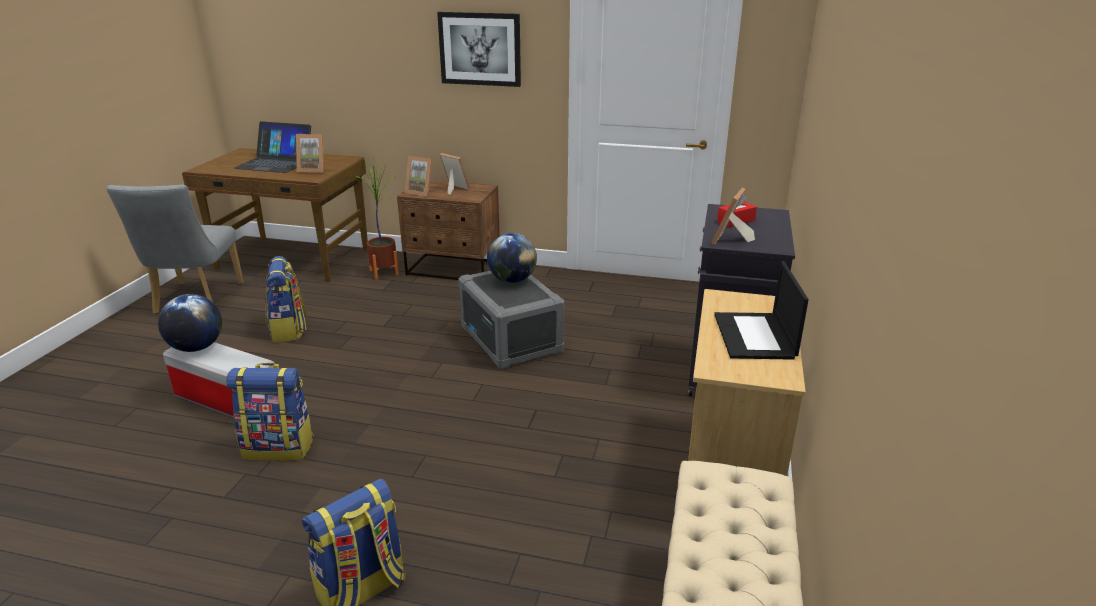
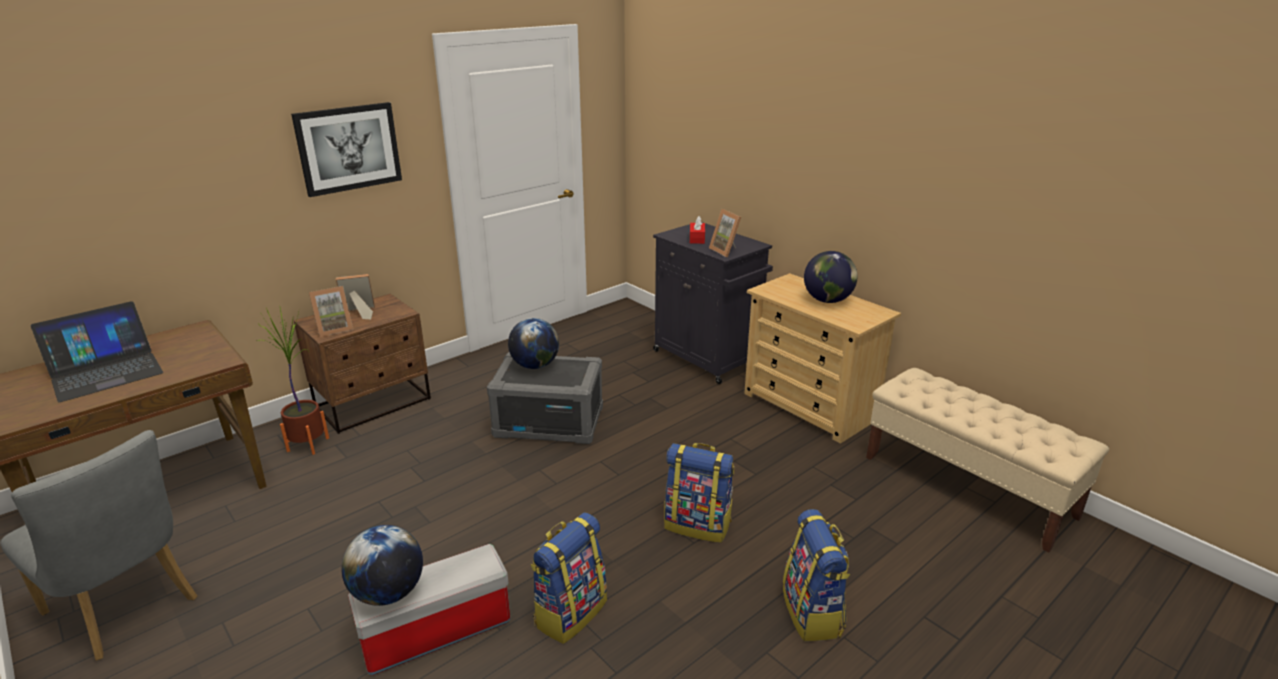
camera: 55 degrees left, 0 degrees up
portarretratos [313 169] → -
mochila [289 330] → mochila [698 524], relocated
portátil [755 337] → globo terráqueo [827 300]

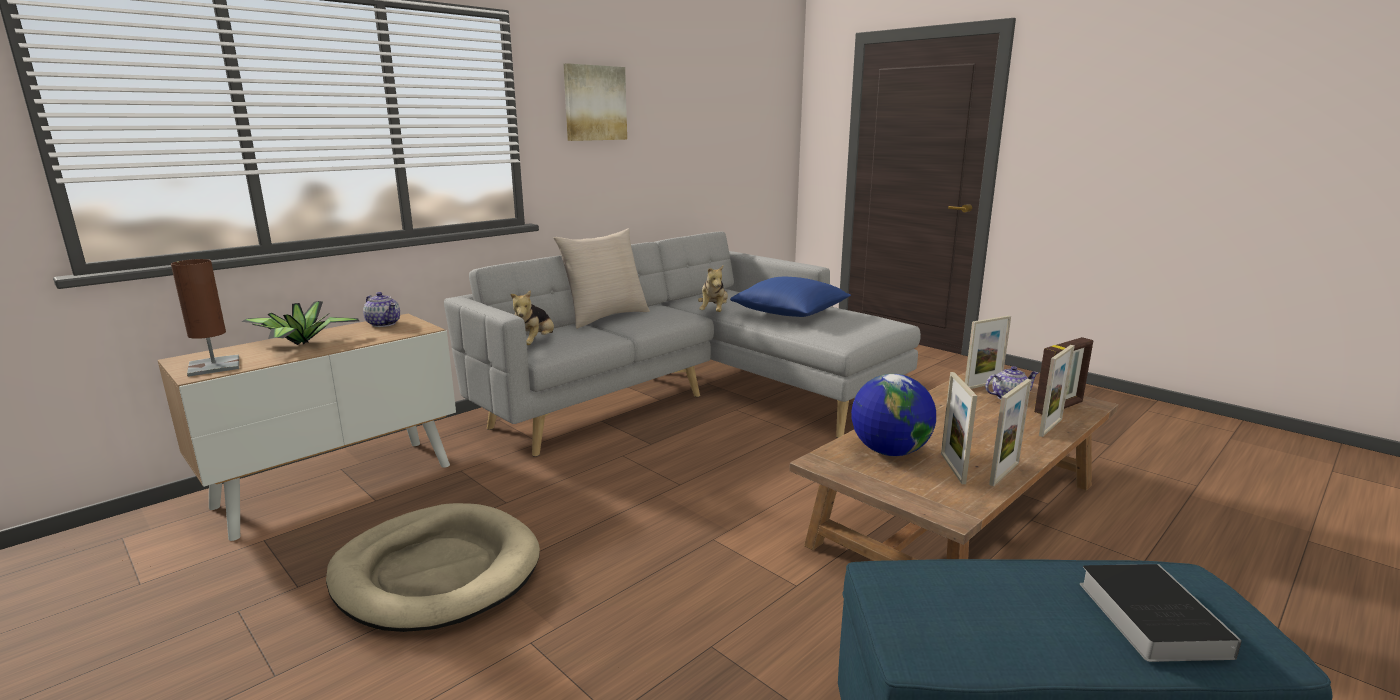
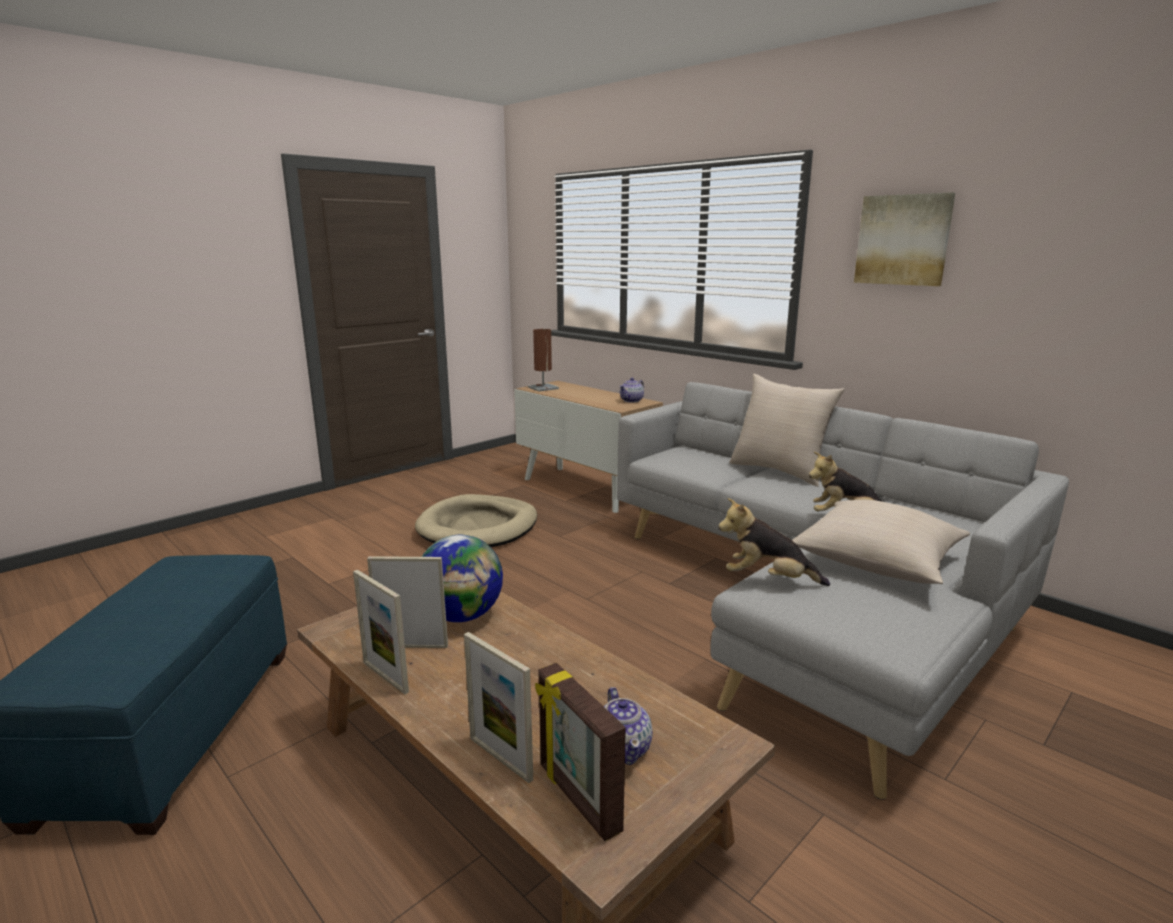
camera: 90 degrees right, 0 degrees up
cojín [azul] [790 313] → cojín [beis] [877 561]
peluche [534 344] → peluche [768 579], relocated
planta en maceta [301 343] → -
portarretratos [983 385] → -
libro [1147 615] → -

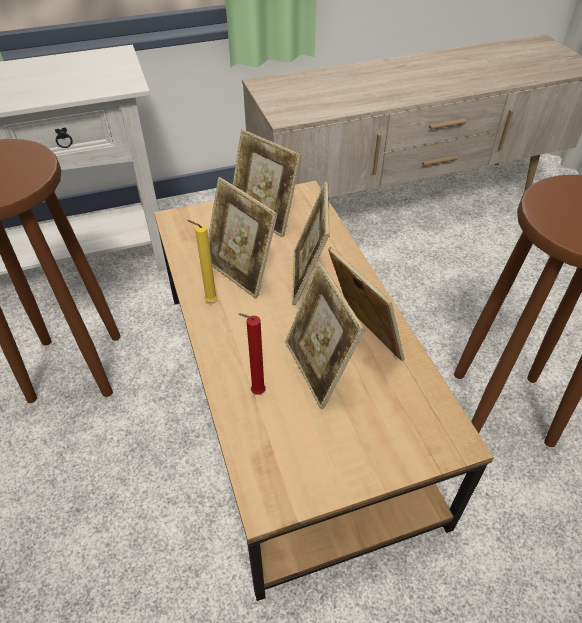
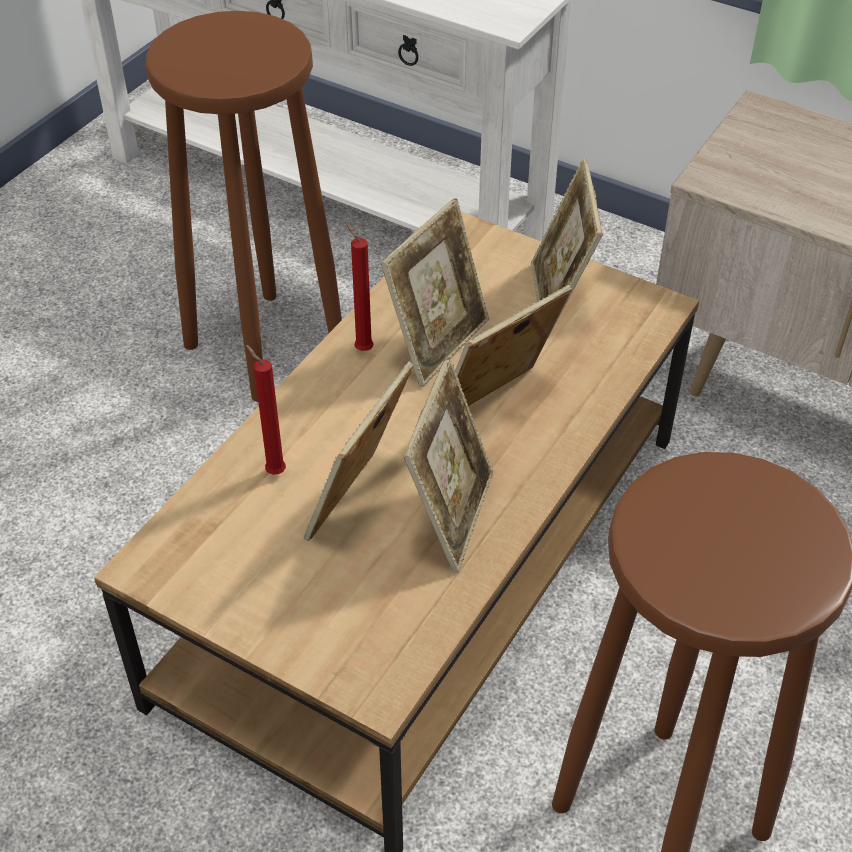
camera: 50 degrees right, 0 degrees up
portarretratos [241 272] → portarretratos [437 343], 150 degrees counterclockwise
vela [amarillo] [209 301] → vela [rojo] [362 348]

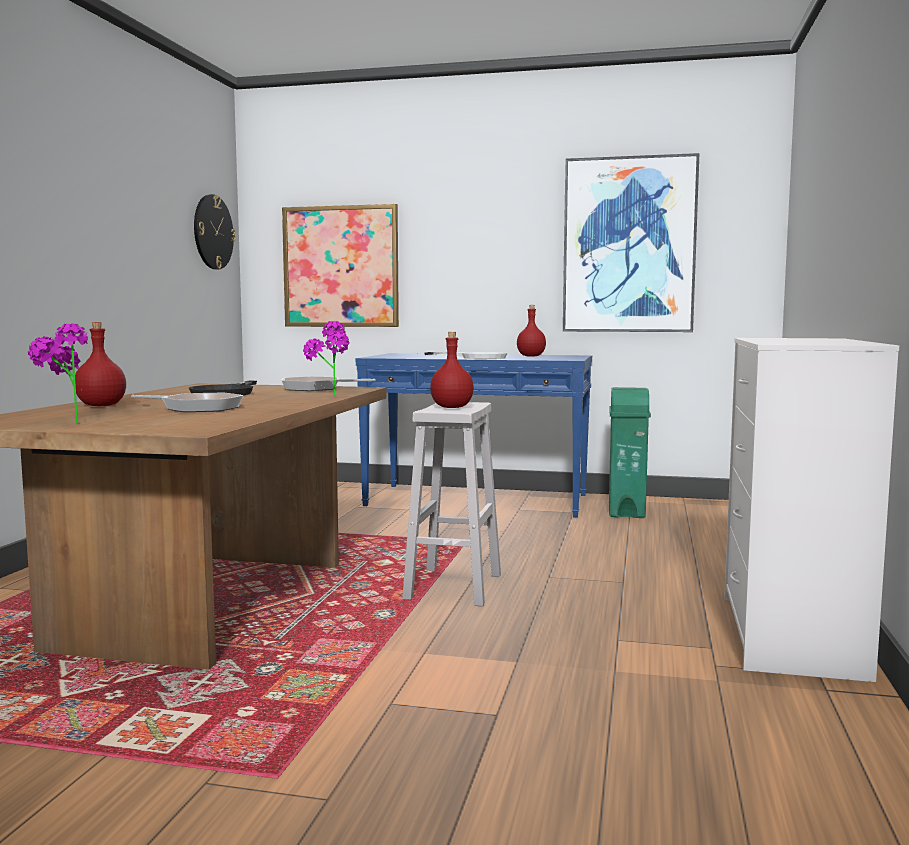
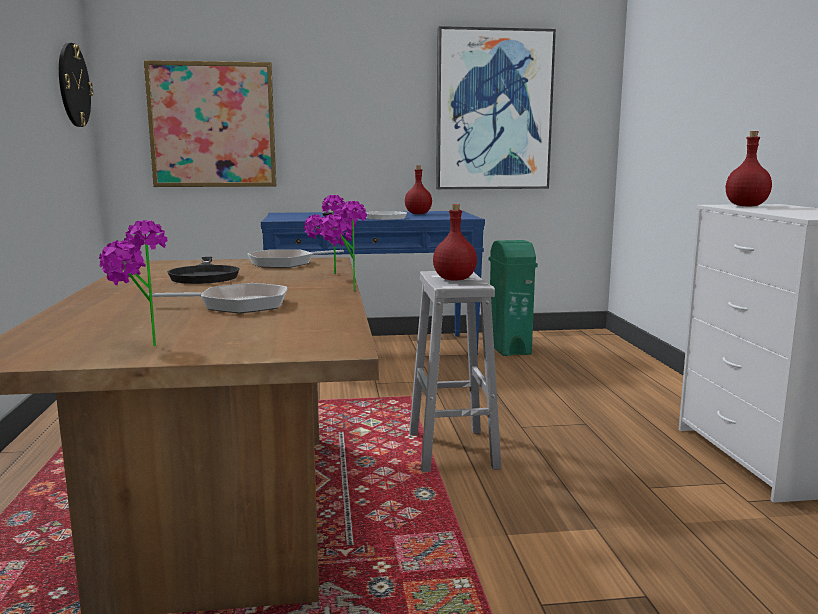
camera: 20 degrees left, 5 degrees up
botella [rojo] [100 406] → botella [rojo] [746 206], relocated
- → planta en maceta [342 291]

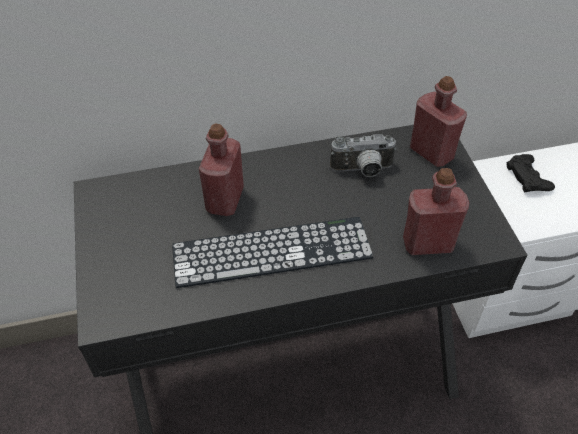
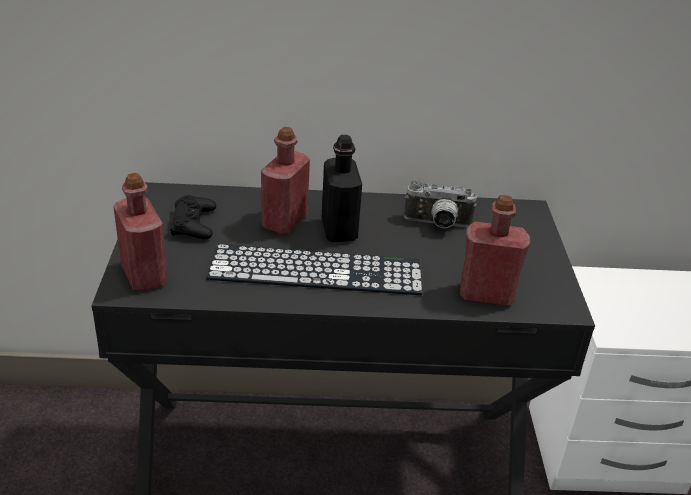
camera: 10 degrees right, 15 degrees down
botella [rojo] [431 153] → botella [rojo] [144 275], relocated
mando de consola [negro] [528 177] → mando de consola [negro] [194 223], relocated
- → botella [negro] [339 230]

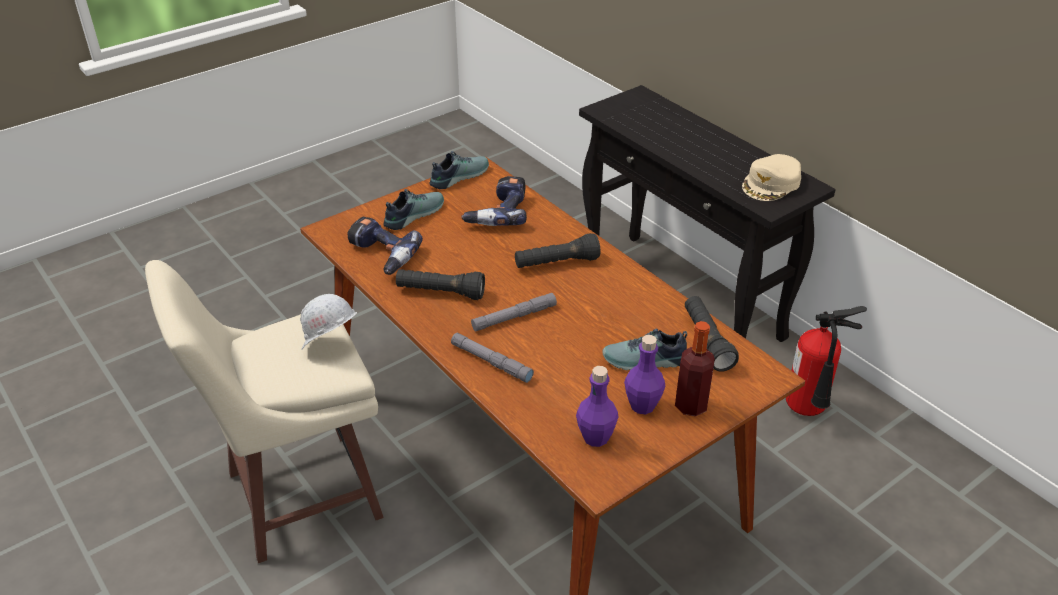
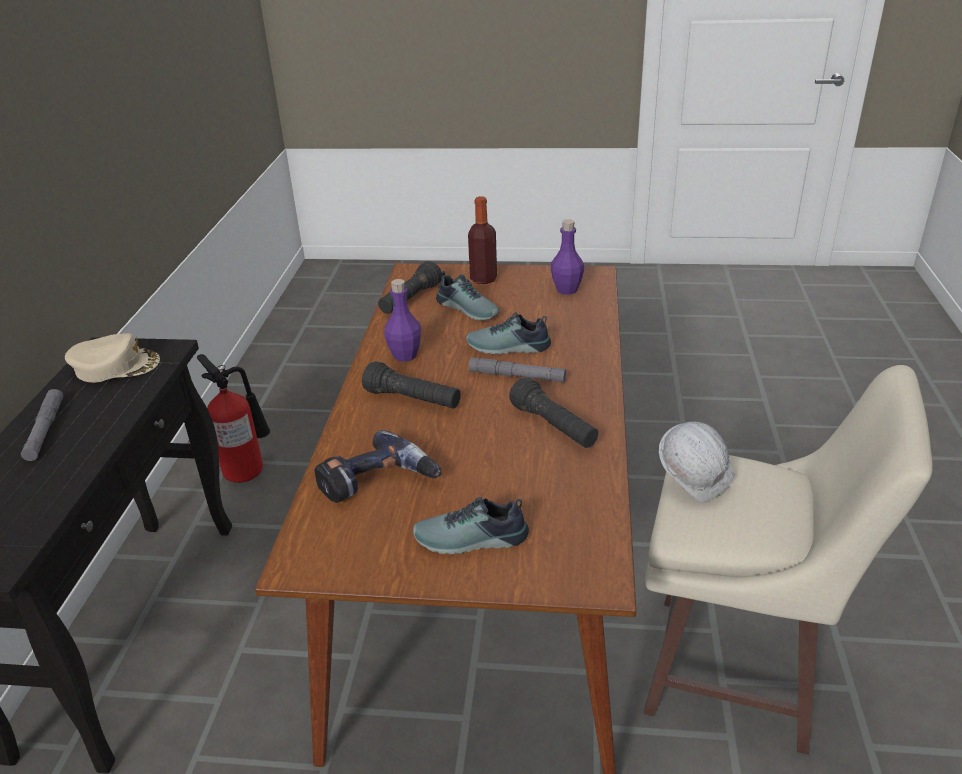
camera: 135 degrees left, 5 degrees down
zapato [458 176] → zapato [508 348], relocated
taladro [380 256] → -
linterna [gris] [491 362] → linterna [gris] [45 430], relocated
botella [morado] [642 405] → botella [morado] [405 355], relocated

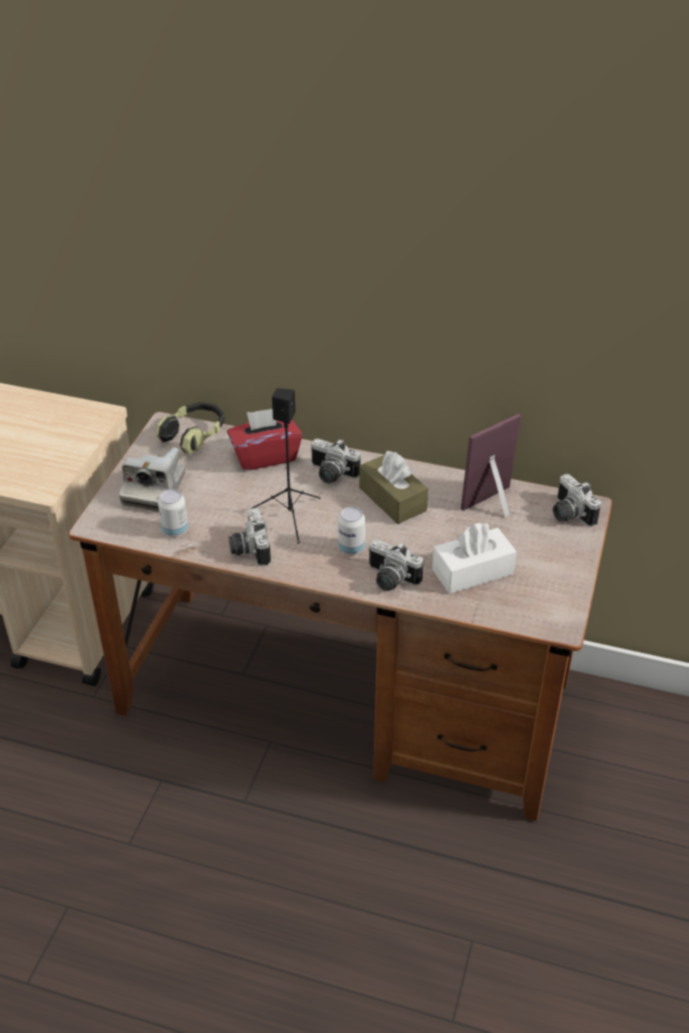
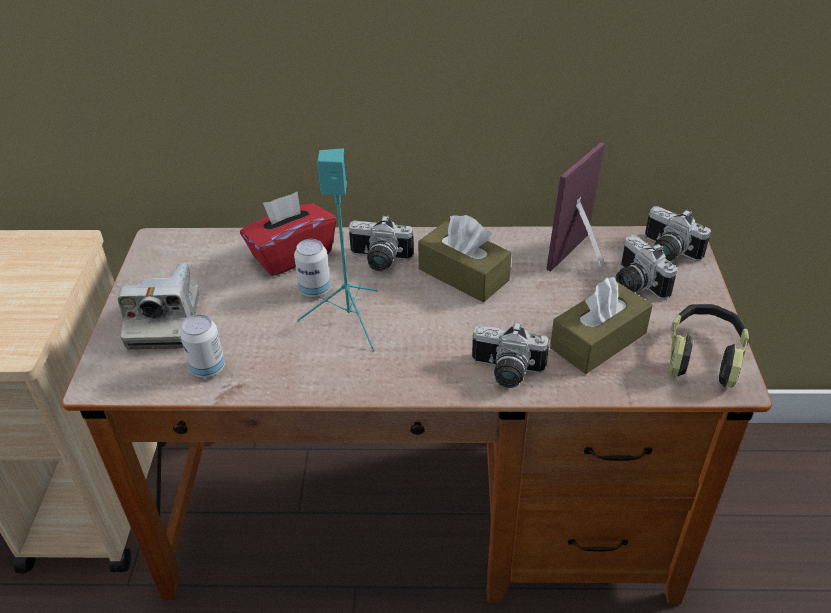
camera: 15 degrees left, 0 degrees up
altavoz [negro] [290 515] → altavoz [turquesa] [349 319]
auriculares [194 435] → auriculares [704 355], relocated
lata [351 548] → lata [315 290], relocated
cámara [248 549] → cámara [634 284], relocated
caja de pañuelos [blanco] [472 571] → caja de pañuelos [marrón] [598 340]

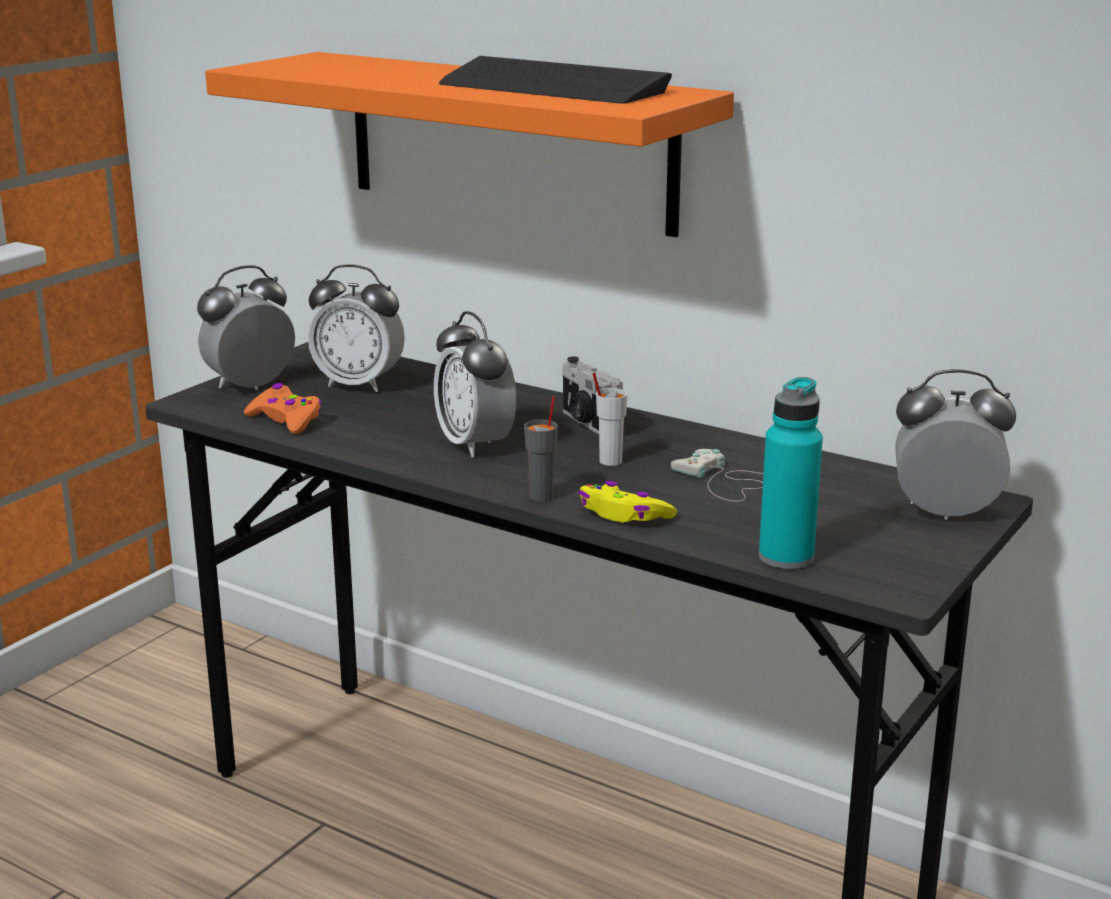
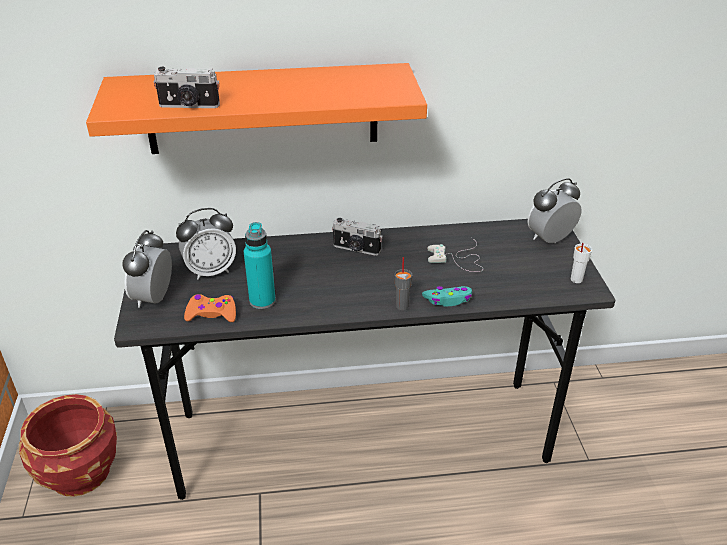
camera: 40 degrees left, 15 degrees up
teclado [552 87] → -
despertador [475 445] → -
taza [blanco] [609 461] → taza [blanco] [576 279], relocated
botella [turquesa] [786 557] → botella [turquesa] [262 301], relocated
mando de consola [amarillo] [623 515] → mando de consola [turquesa] [448 300]
- → cámara [189 106]
- → maceta [rojo] [80 471]

